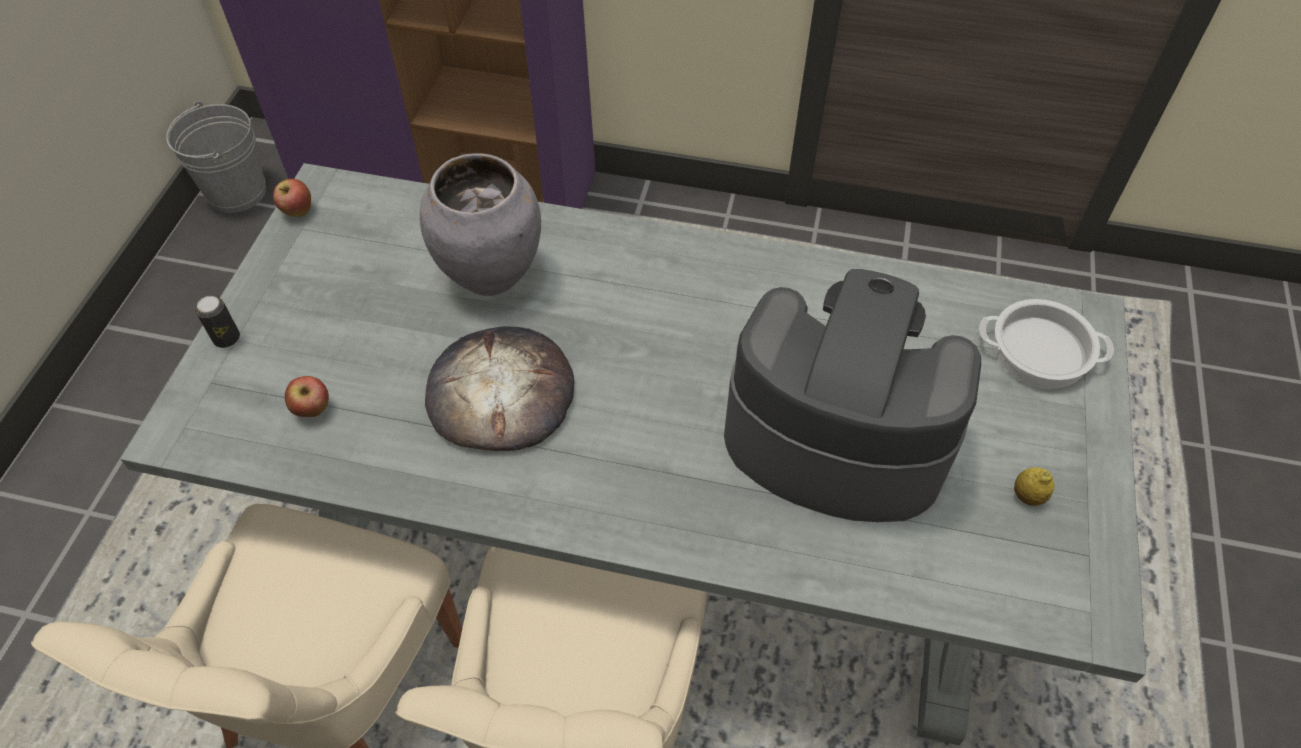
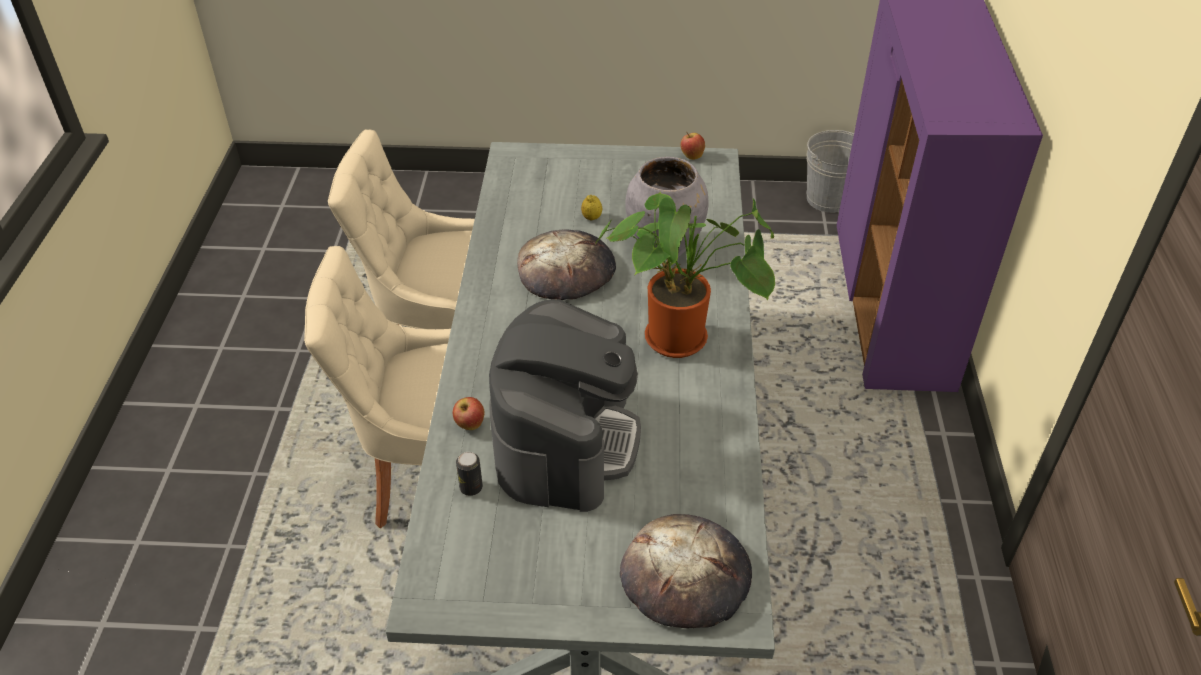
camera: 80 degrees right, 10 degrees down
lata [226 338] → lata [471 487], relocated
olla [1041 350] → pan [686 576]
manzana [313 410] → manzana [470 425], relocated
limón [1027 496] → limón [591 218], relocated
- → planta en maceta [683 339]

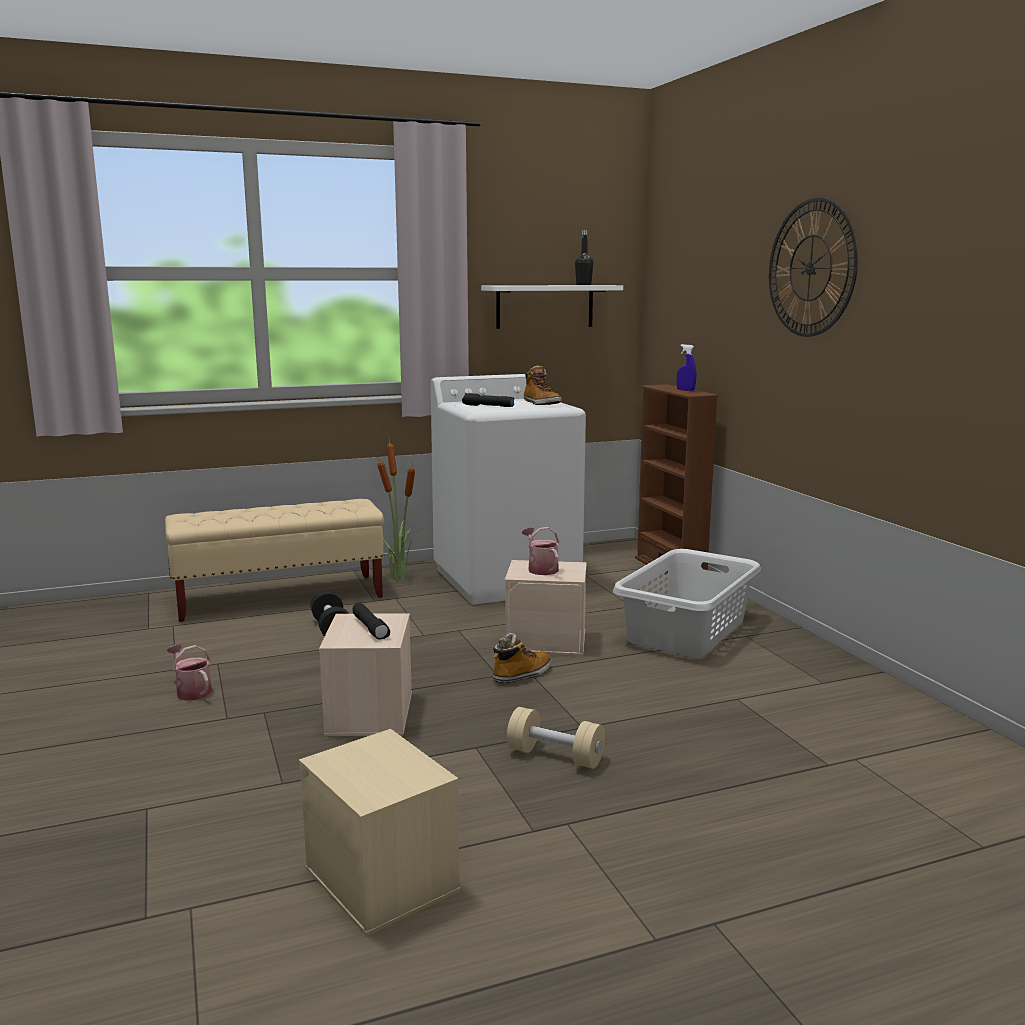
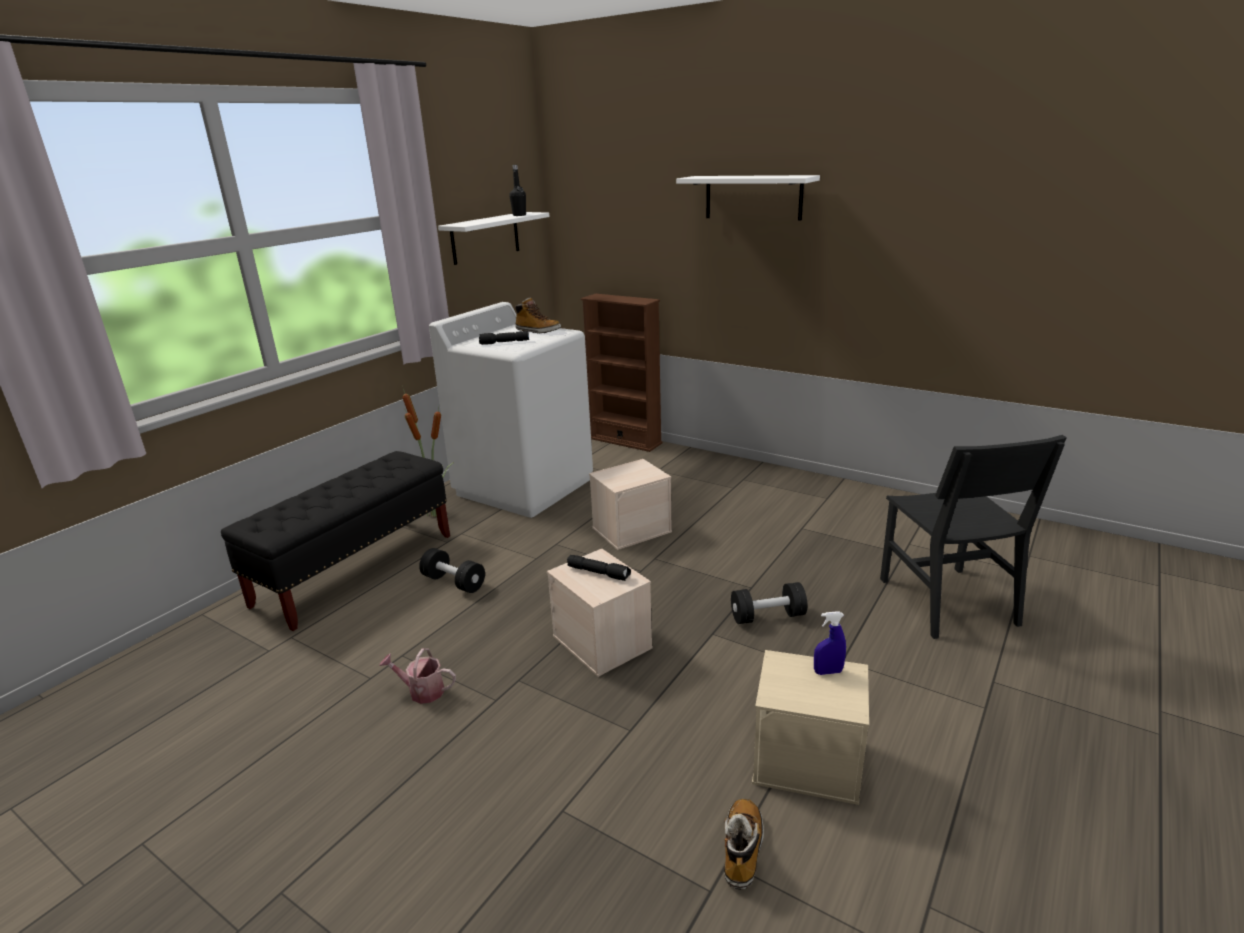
camera: 35 degrees left, 10 degrees up
reloj de pared [811 268] → estante [blanco] [753 197]
pulverizador [azul] [685 390] → pulverizador [azul] [828 672], relocated
banco [beis] [280 598] → banco [negro] [356 570]
regadera [541 569] → -
cesto de la ropa [gris] [688 630] → -
bota [522 675] → bota [742 849], relocated
mancuerna [beis] [555 756] → mancuerna [negro] [767 616]
- → silla [negro] [946 601]

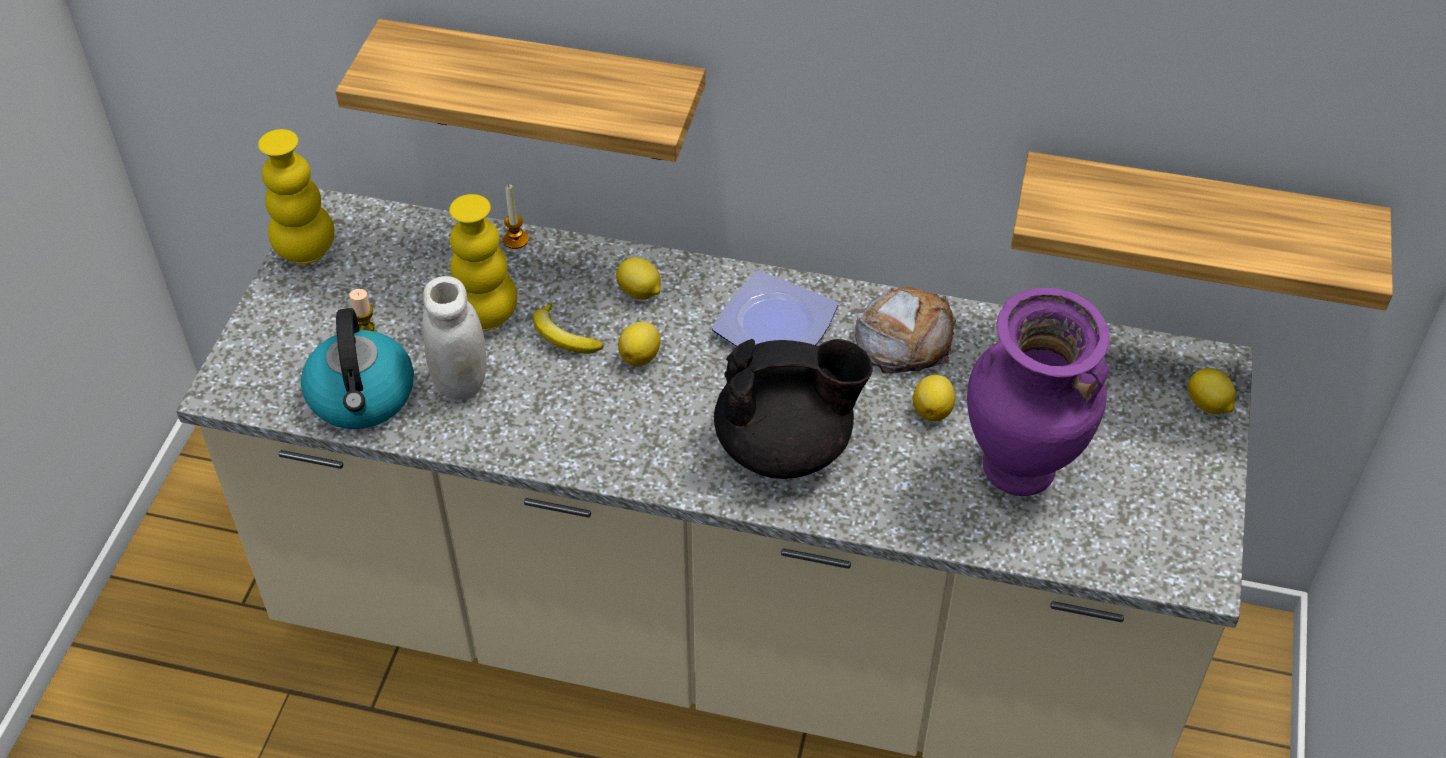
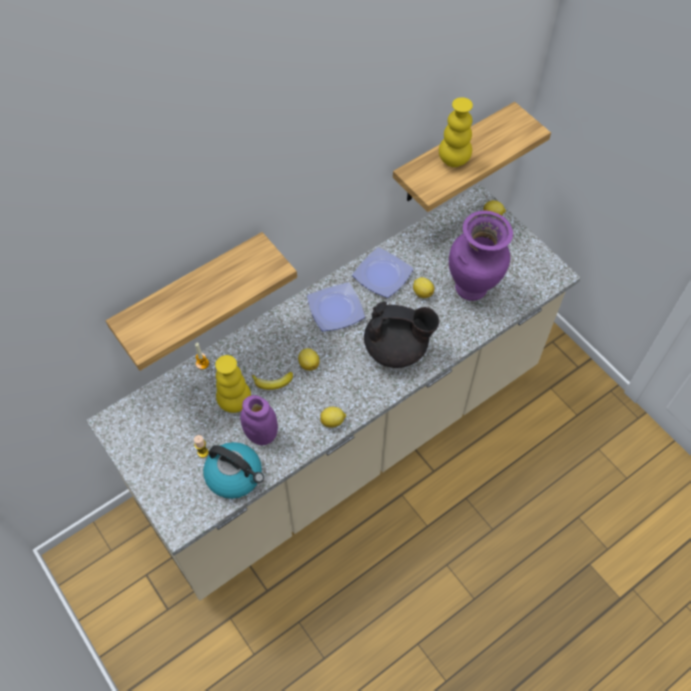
camera: 50 degrees left, 10 degrees up
florero [amarillo] [306 251] → florero [amarillo] [453 160], relocated
limón [640 293] → limón [333 421], relocated
tarro [blanco] [461 382] → tarro [morado] [261 434]
pan [904 338] → plato [381 275]
tetera [negro] [786 446] → tetera [negro] [397 349], 60 degrees clockwise

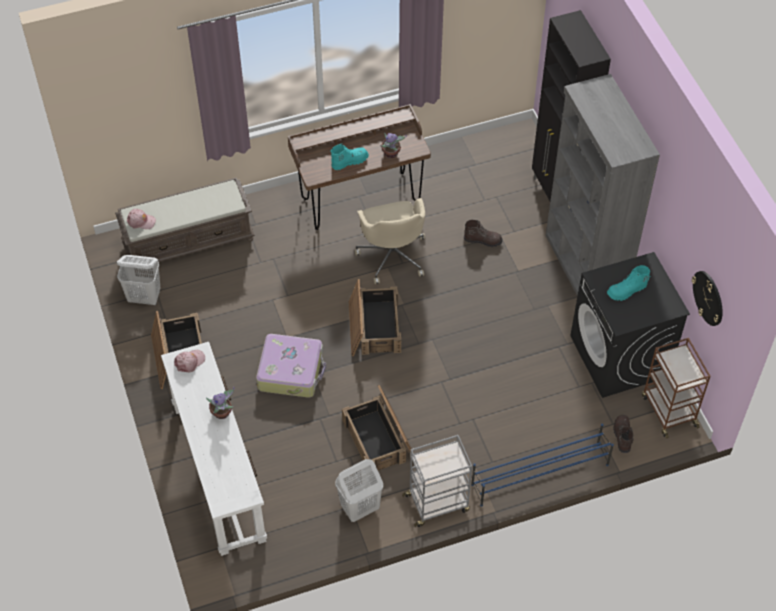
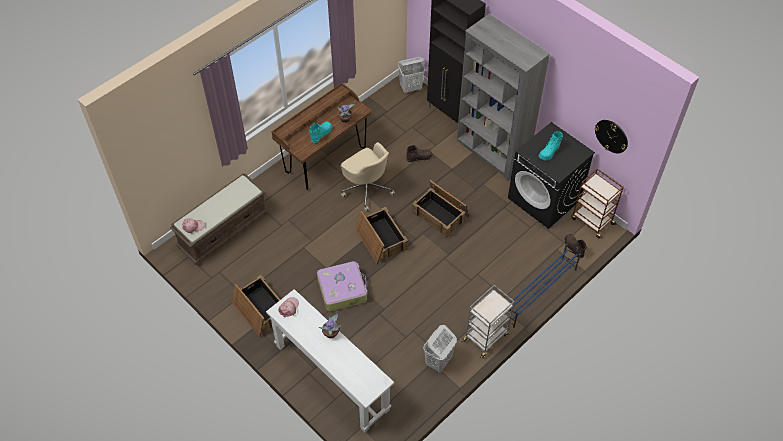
camera: 25 degrees left, 0 degrees up
cesto de la ropa [blanco] [145 297] → cesto de la ropa [blanco] [411 88], relocated
caja de embalaje [379 439] → caja de embalaje [441 214], relocated

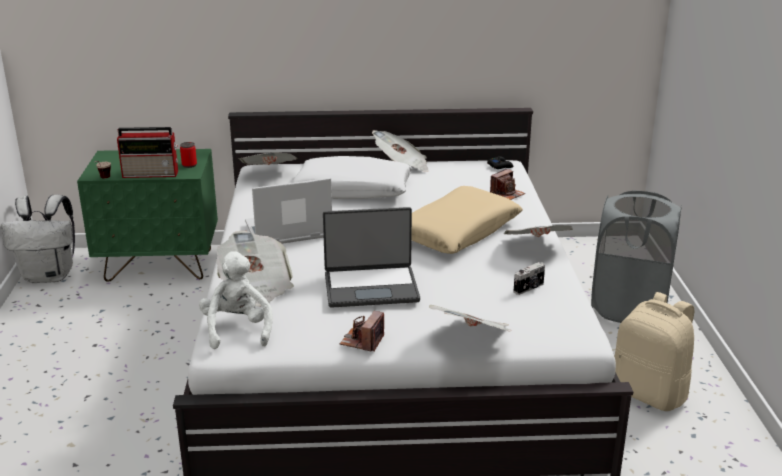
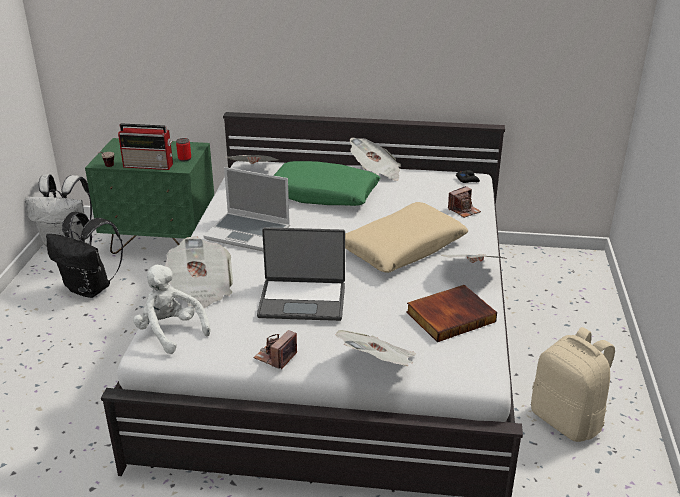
camera: 10 degrees right, 5 degrees up
cojín [blanco] [353 190] → cojín [verde] [322 195]
portátil [287 231] → portátil [249 233], 150 degrees counterclockwise
cesto de la ropa [gris] [629 308] → -
peluche [blanco] [237 330] → peluche [blanco] [170 332], 45 degrees counterclockwise
cámara [529 288] → libro [450 316]
- → mochila [negro] [91 288]

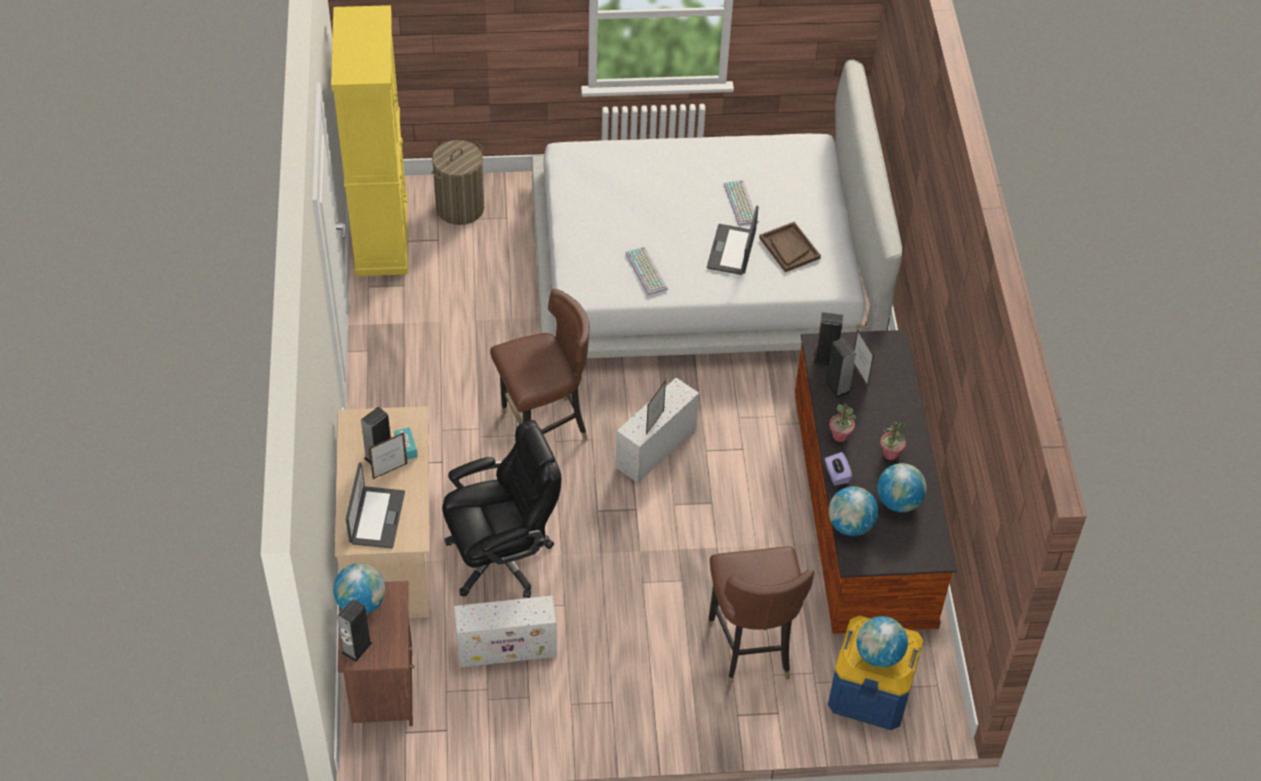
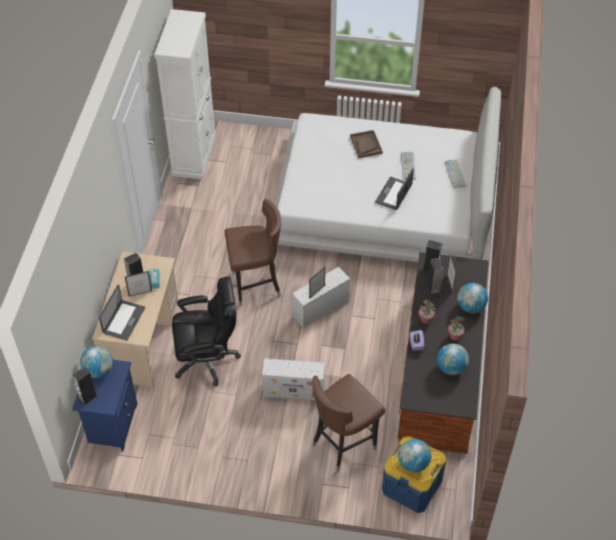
camera: 15 degrees right, 0 degrees up
armario [amarillo] [381 236] → armario [blanco] [194 154]
cesto de la ropa [460 208] → -
bandeja [marrón] [789 248] → bandeja [marrón] [366 145], relocated
teclado [647 271] → teclado [456 174], relocated
globo terráqueo [850 525] → globo terráqueo [470 307], relocated
silla [marrón] [751 648] → silla [marrón] [343 444], 45 degrees clockwise
mesita de noche [marrón] [381 686] → mesita de noche [azul] [112 424]
caja de almacenaje [blanco] [508 648] → caja de almacenaje [blanco] [294 390], relocated

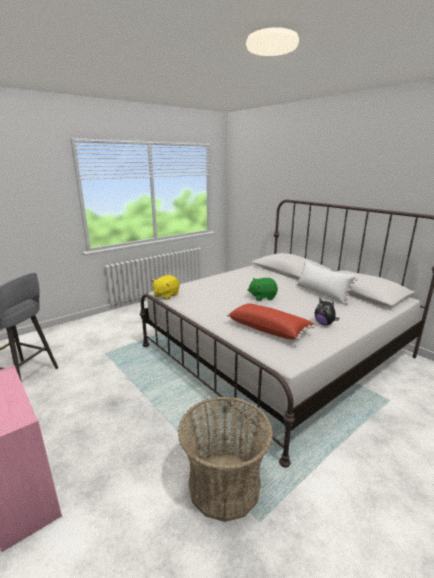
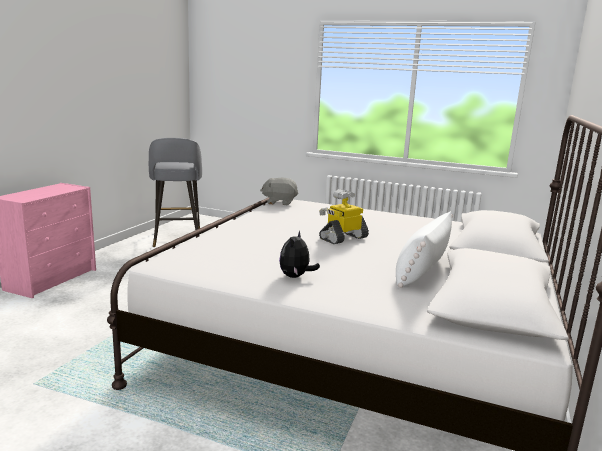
camera: 60 degrees right, 5 degrees down
peluche [amarillo] [166 295] → peluche [gris] [279 202]
peluche [verde] [262 297] → robot de juguete [343 238]
cojín [rojo] [269 329] → -
cesta [224 485] → -

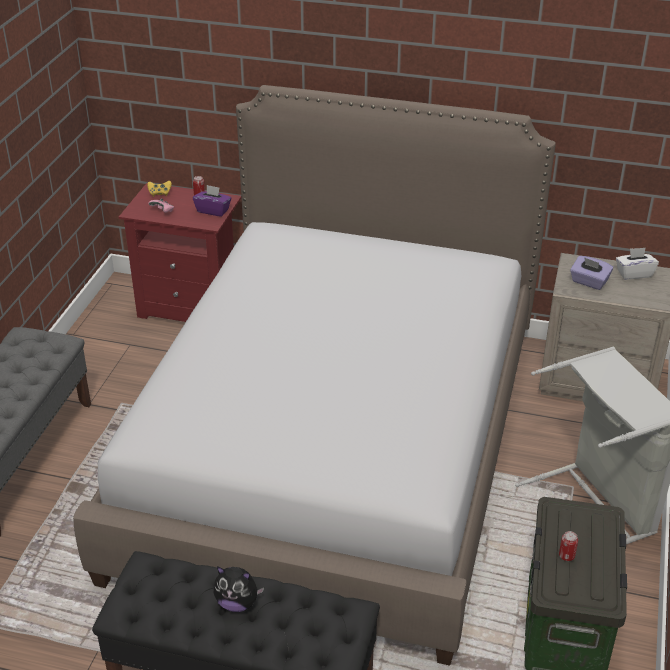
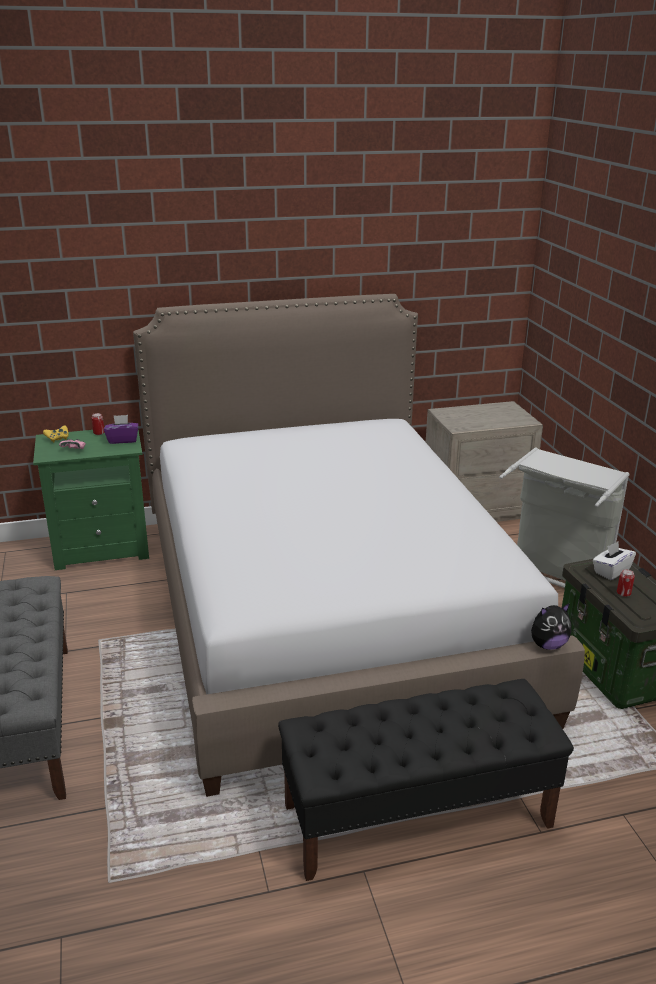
camera: 30 degrees left, 10 degrees down
mesita de noche [rojo] [192 307] → mesita de noche [verde] [102 548]
caja de pañuelos [blanco] [634 273] → caja de pañuelos [blanco] [611 571], relocated
caja de pañuelos [morado] [589 282] → -
peluche [237 603] → peluche [547 645], relocated

